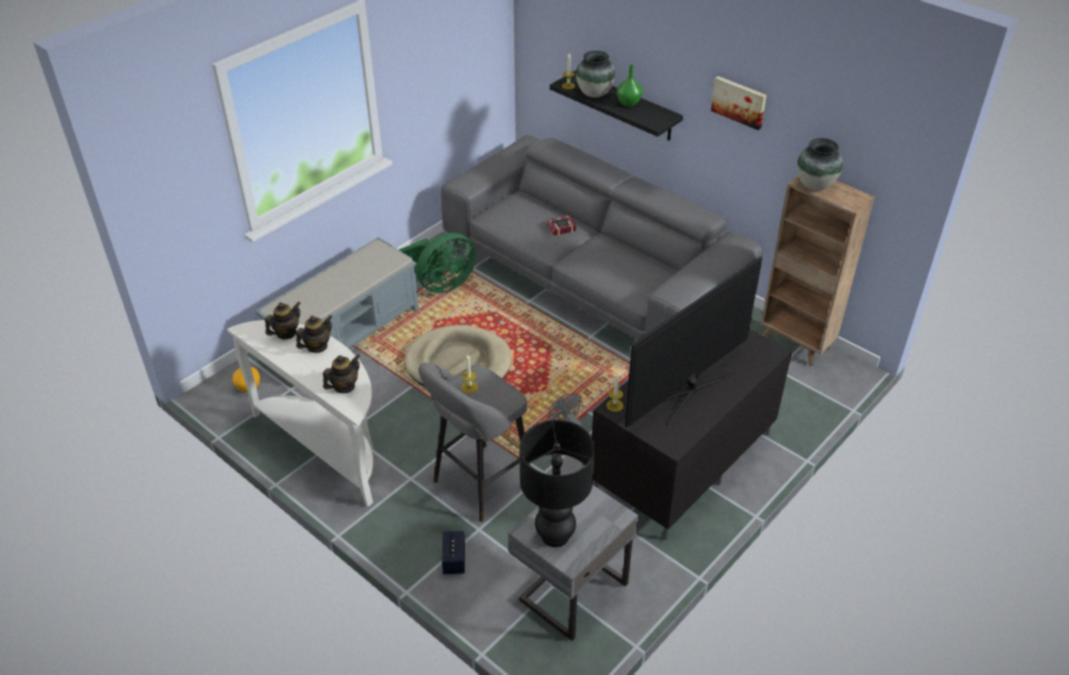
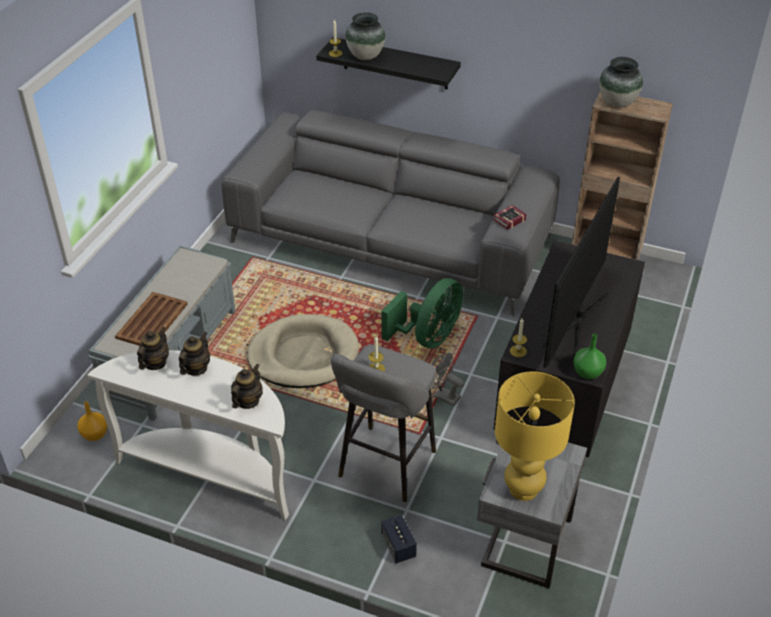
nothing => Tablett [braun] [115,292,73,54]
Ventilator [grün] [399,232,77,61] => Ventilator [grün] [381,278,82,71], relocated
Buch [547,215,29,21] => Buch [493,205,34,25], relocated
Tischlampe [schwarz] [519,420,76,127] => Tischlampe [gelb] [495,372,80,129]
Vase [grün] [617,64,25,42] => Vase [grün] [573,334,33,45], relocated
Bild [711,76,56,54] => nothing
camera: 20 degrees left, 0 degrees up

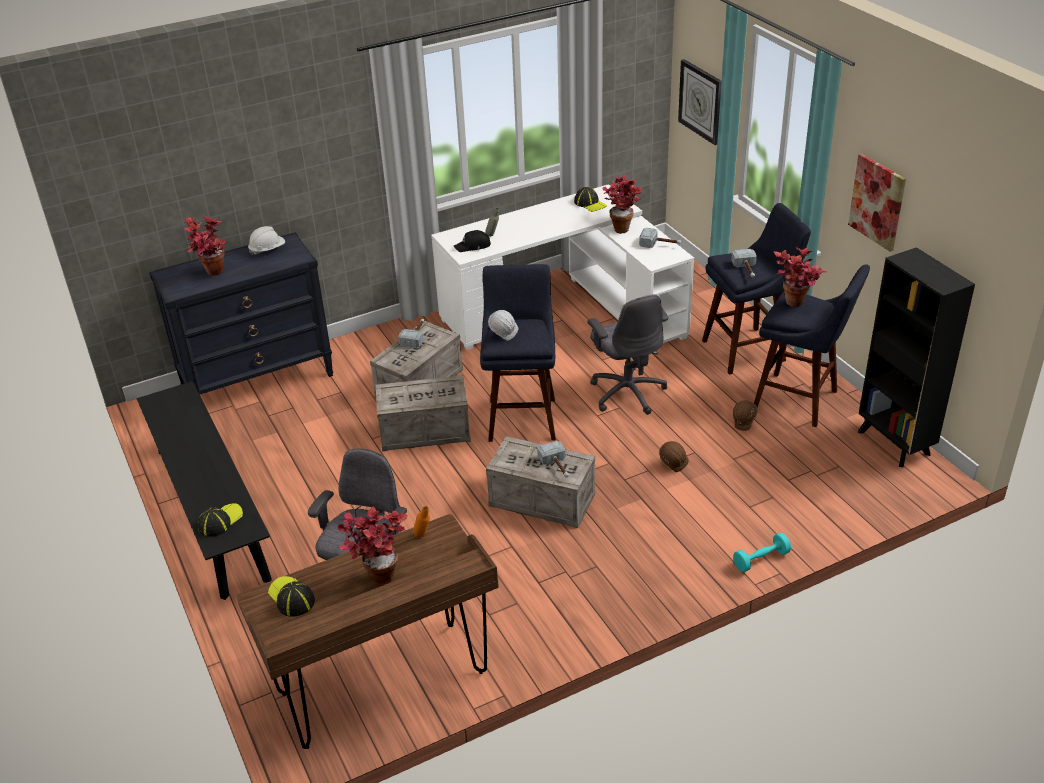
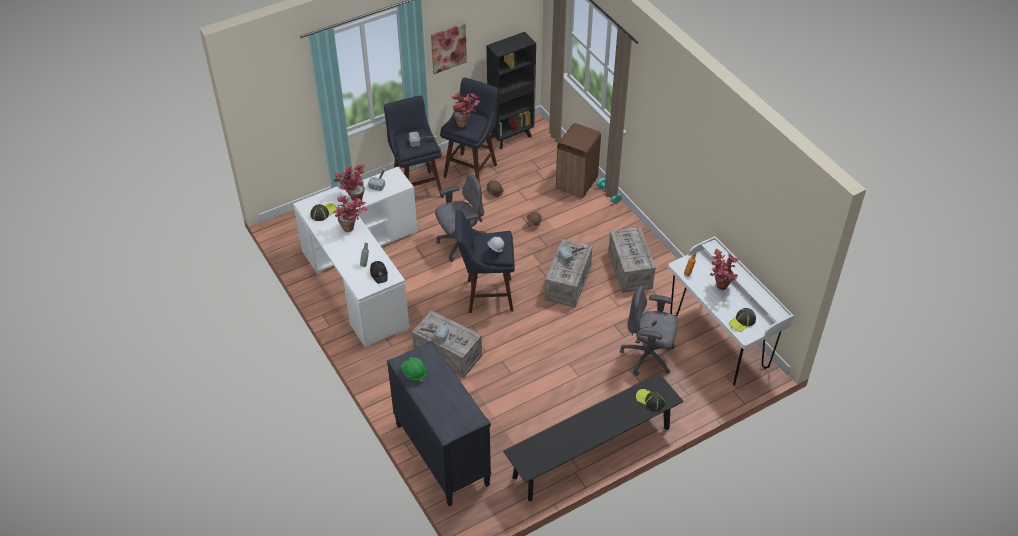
Topfpflanze [183,216,43,60] => Topfpflanze [333,195,34,37], relocated
Schutzhelm [weiß] [248,226,37,30] => Schutzhelm [grün] [401,357,26,25]
nothing => Mülleimer [braun] [556,123,45,75]
Kiste [376,375,95,77] => Kiste [608,227,48,66], relocated
Schreibtisch [braun] [237,514,262,235] => Schreibtisch [weiß] [668,236,126,149]
Wanduhr [678,59,44,86] => nothing
camera: 95 degrees left, 10 degrees up

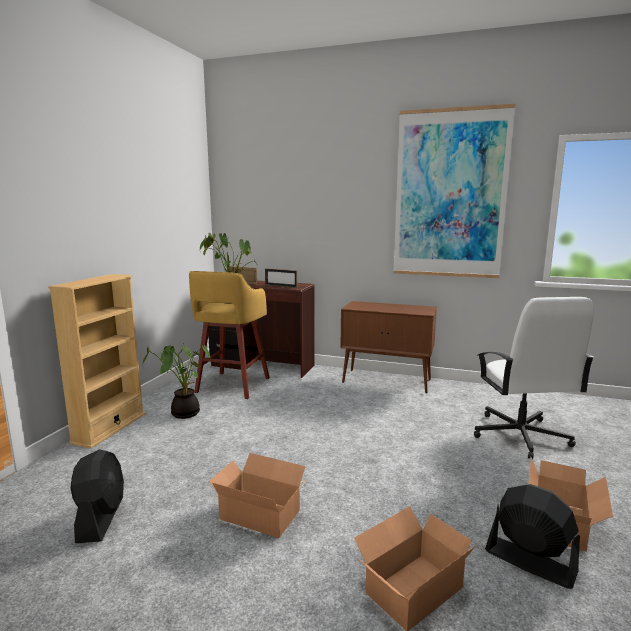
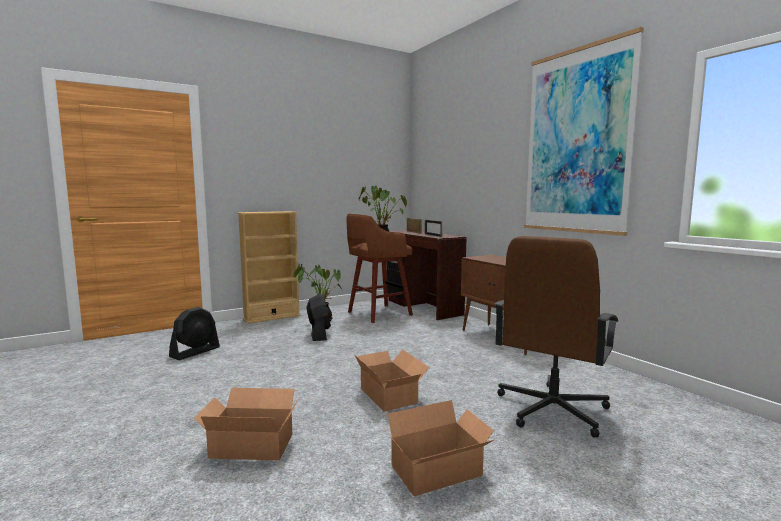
Ventilator [schwarz] [485,484,95,105] => Ventilator [schwarz] [306,294,25,47], relocated
Hocker [gelb] [189,271,81,128] => Hocker [braun] [347,214,66,109]
Karton [209,453,98,85] => Karton [355,349,74,63], relocated
Bürostuhl [weiß] [474,297,120,162] => Bürostuhl [braun] [495,236,123,202]
camera: 40 degrees right, 5 degrees down

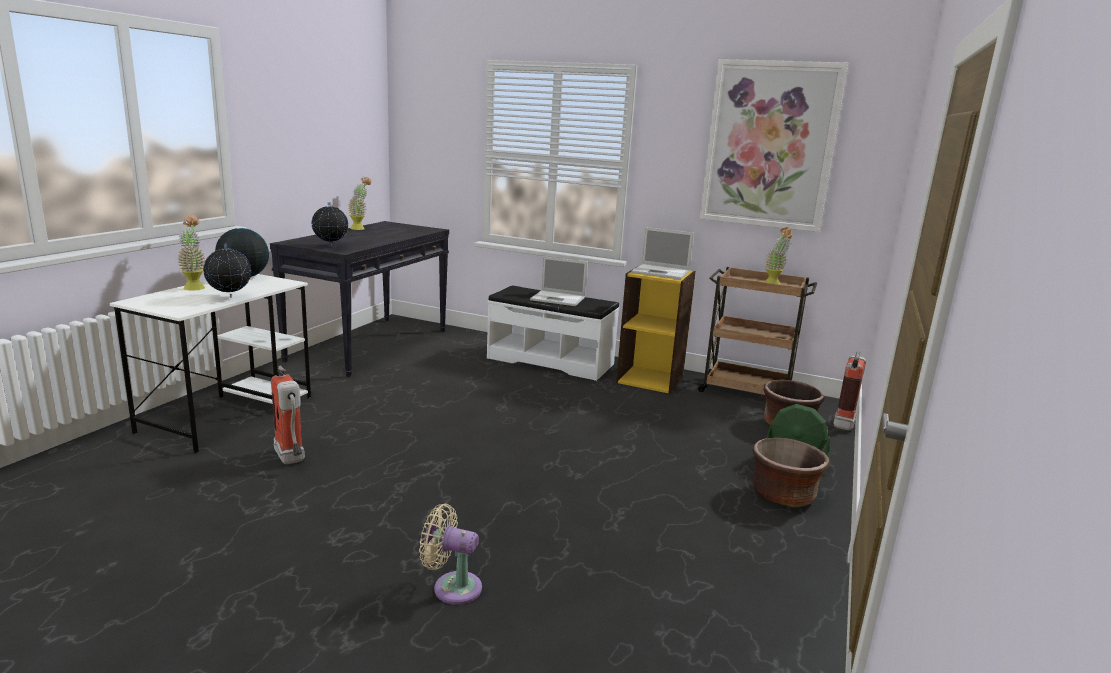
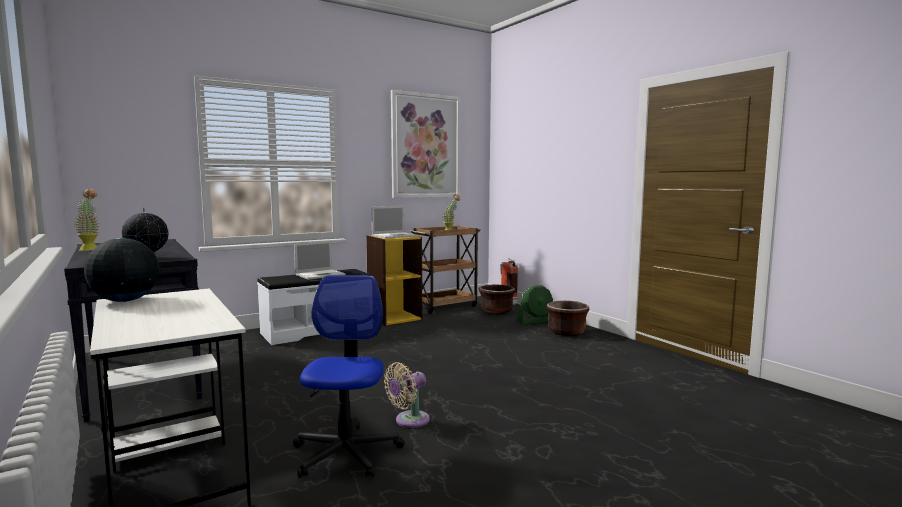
Feuerlöscher [271,366,34,98] => Bürostuhl [293,275,112,203]
Ventilator [beige] [419,504,63,101] => Ventilator [beige] [384,362,46,66], relocated
Topfpflanze [177,216,28,75] => nothing
Globus [203,243,48,55] => nothing
camera: 55 degrees left, 10 degrees down

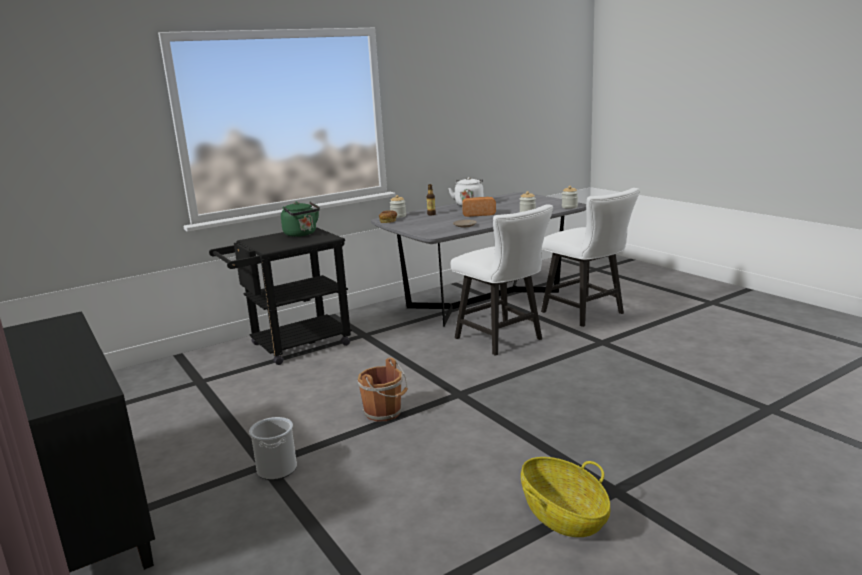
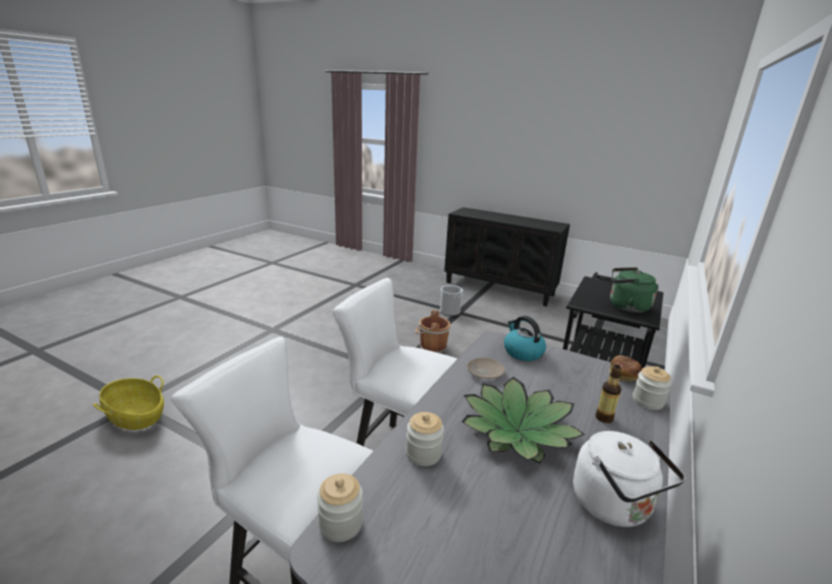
Korb [521,457,89,80] => Korb [93,376,71,54], relocated
Brot [462,197,34,20] => Topfpflanze [461,377,124,86]
nothing => Wasserkessel [504,316,42,45]
camera: 150 degrees right, 5 degrees up

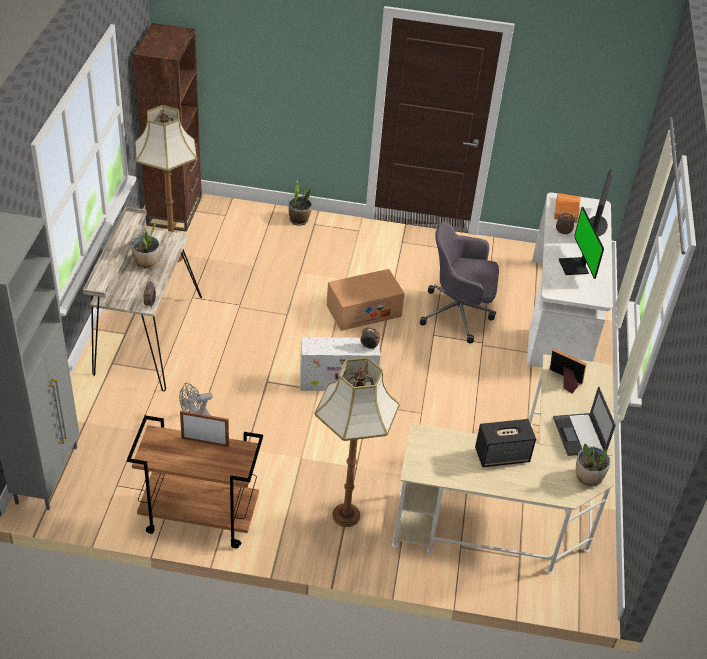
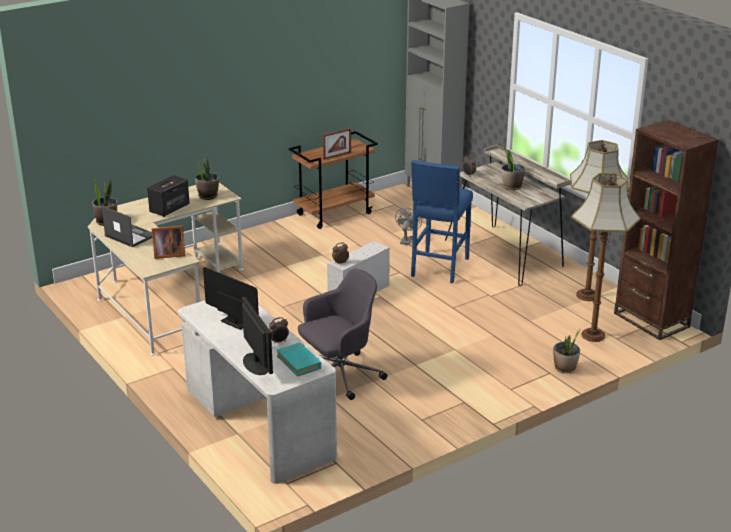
nothing => Topfpflanze [195,154,24,46]
Buch [orange] [554,193,27,30] => Buch [türkis] [277,342,44,35]
nothing => Hocker [blau] [411,160,62,123]
Stehlampe [315,357,85,170] => Stehlampe [571,173,70,169], relocated
Karton [326,269,79,62] => nothing
camera: 140 degrees right, 15 degrees down

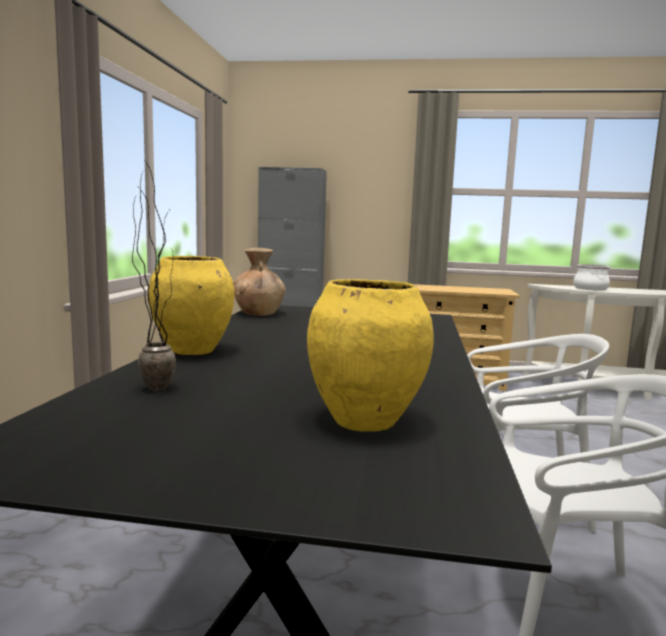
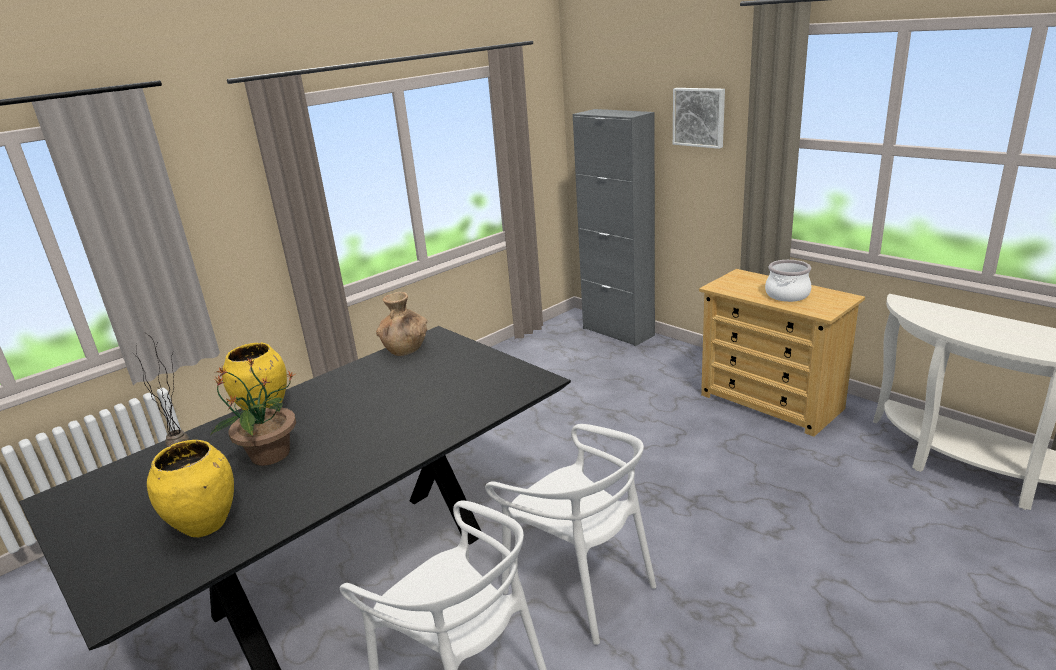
nothing => Topfpflanze [211,357,85,109]
nothing => Bild [673,88,52,61]
Kochtopf [573,264,37,27] => Kochtopf [765,260,47,42], relocated
camera: 40 degrees right, 15 degrees up

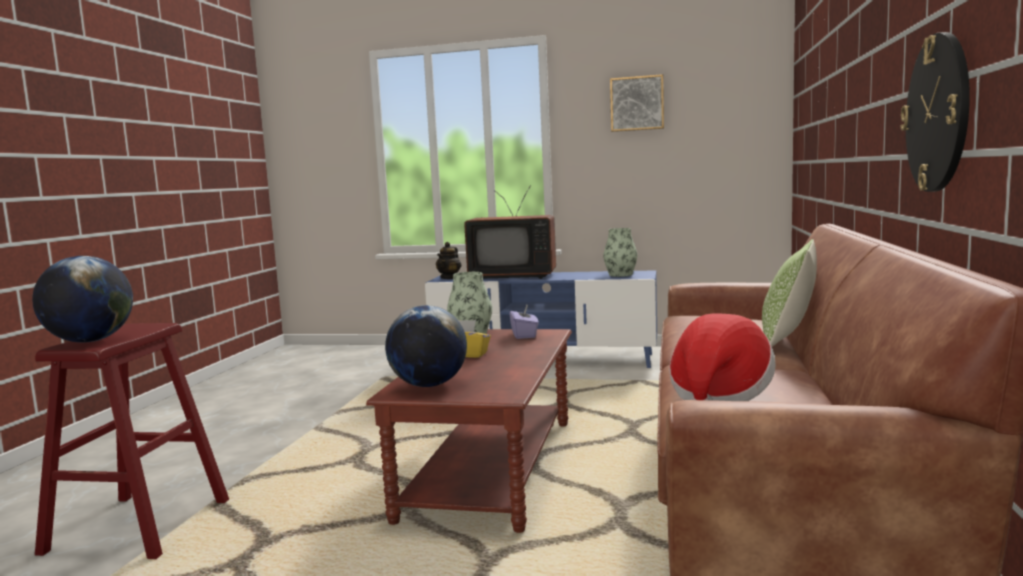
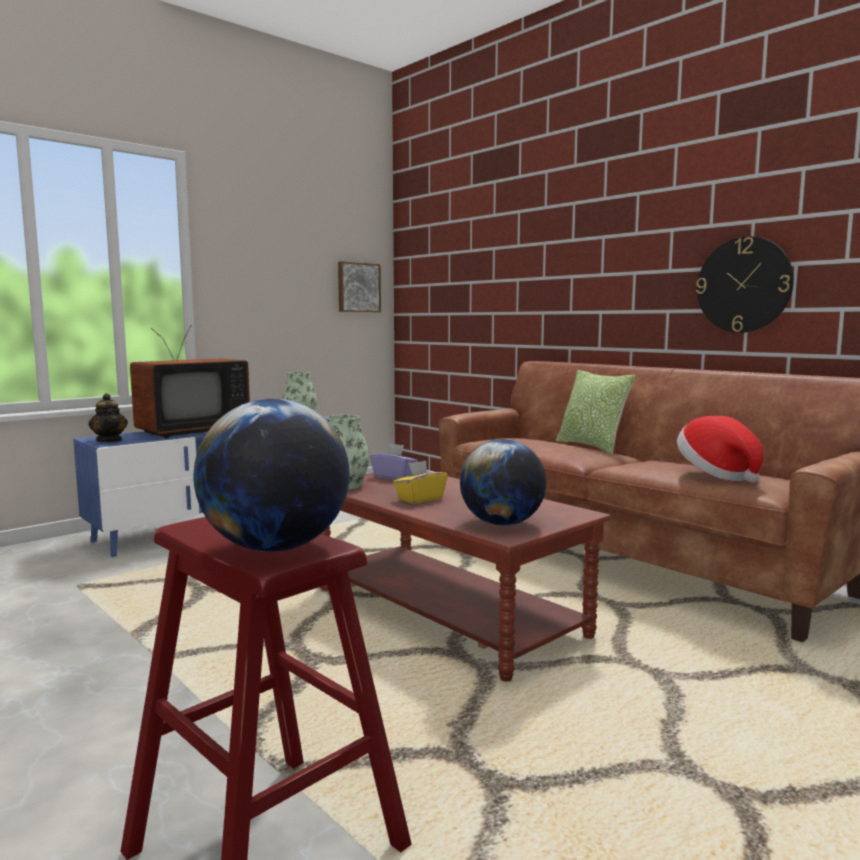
Bild [610,74,54,58] => Bild [338,261,43,51], relocated
camera: 55 degrees left, 0 degrees up

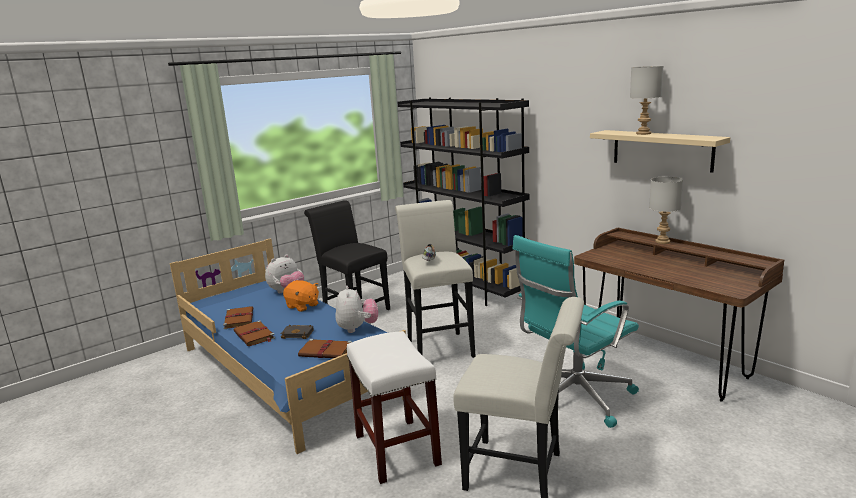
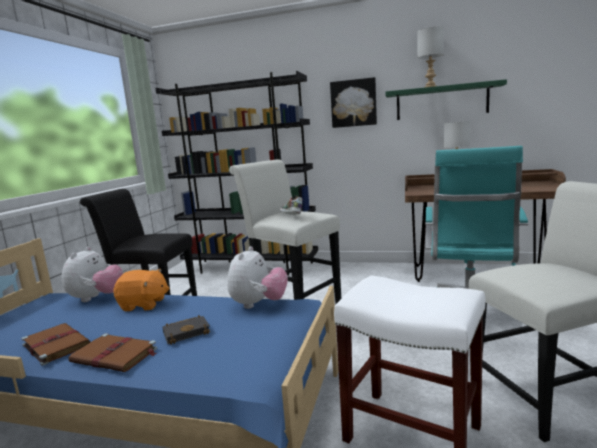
Plüschtier [336,286,42,47] => Plüschtier [227,246,61,63], 60 degrees clockwise
nothing => Bild [330,77,47,51]
Wandregal [beige] [590,130,140,43] => Wandregal [grün] [385,79,122,41]
Buch [braun] [298,339,54,19] => nothing
camera: 35 degrees left, 5 degrees down

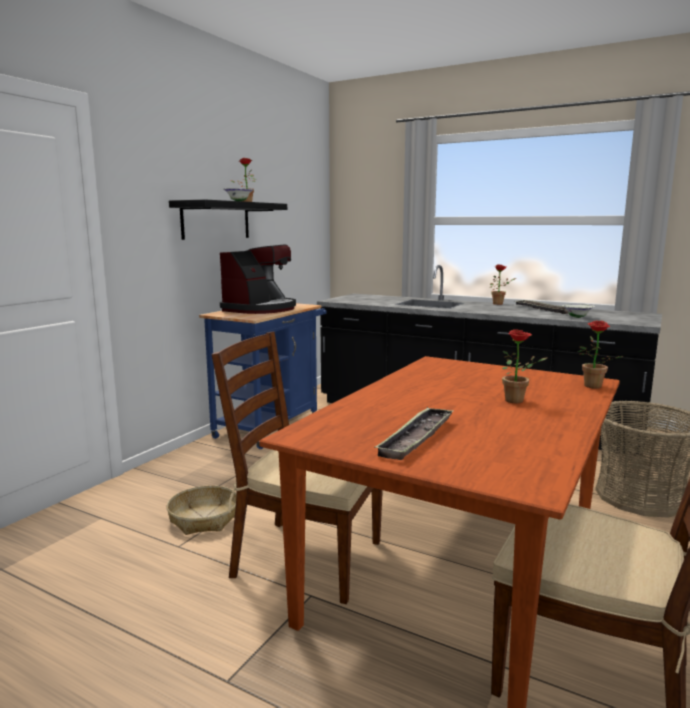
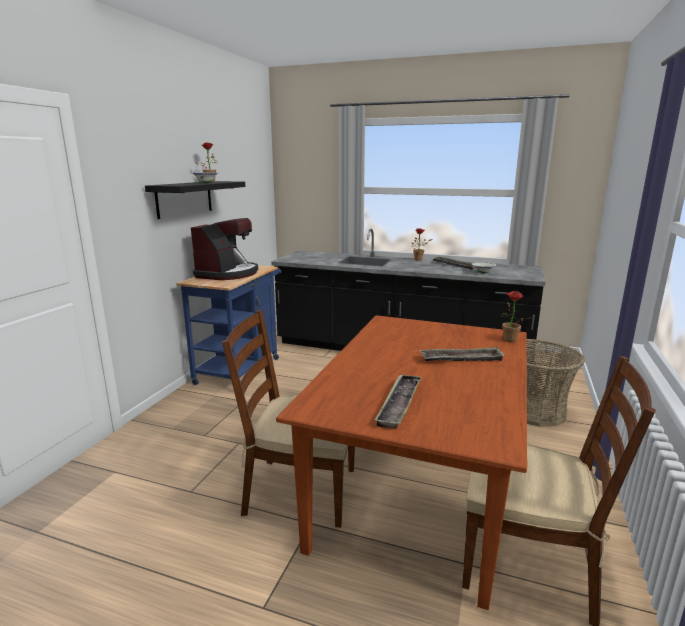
Topfpflanze [502,329,45,75] => Tablett [420,347,85,14]
Korb [167,485,70,50] => nothing
camera: 10 degrees left, 5 degrees up

